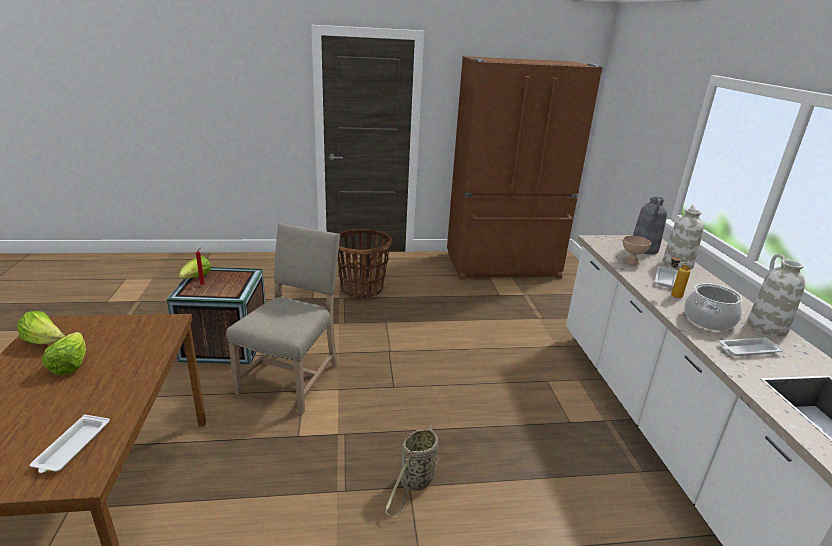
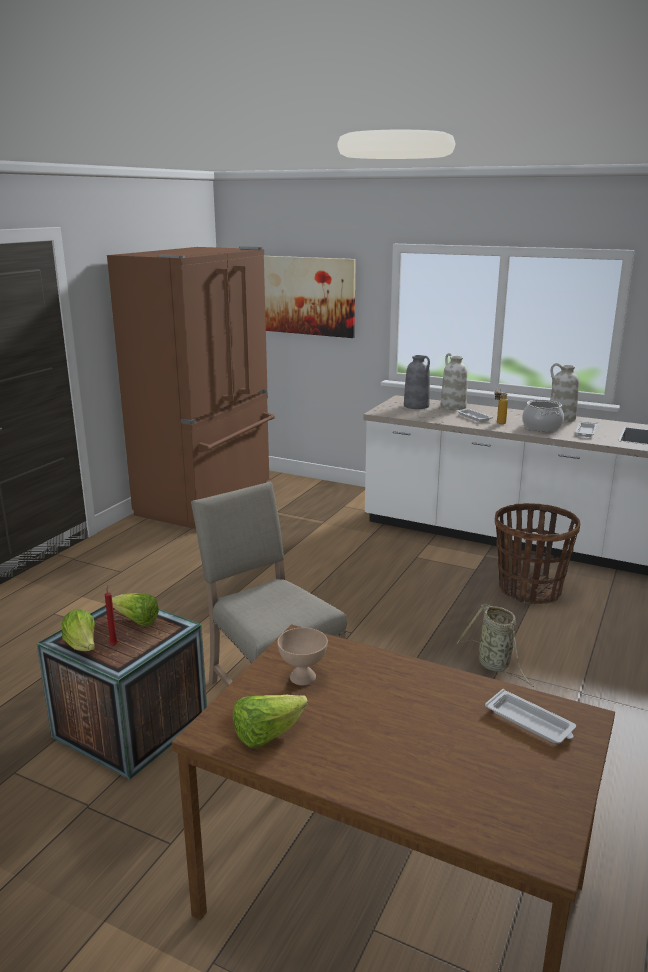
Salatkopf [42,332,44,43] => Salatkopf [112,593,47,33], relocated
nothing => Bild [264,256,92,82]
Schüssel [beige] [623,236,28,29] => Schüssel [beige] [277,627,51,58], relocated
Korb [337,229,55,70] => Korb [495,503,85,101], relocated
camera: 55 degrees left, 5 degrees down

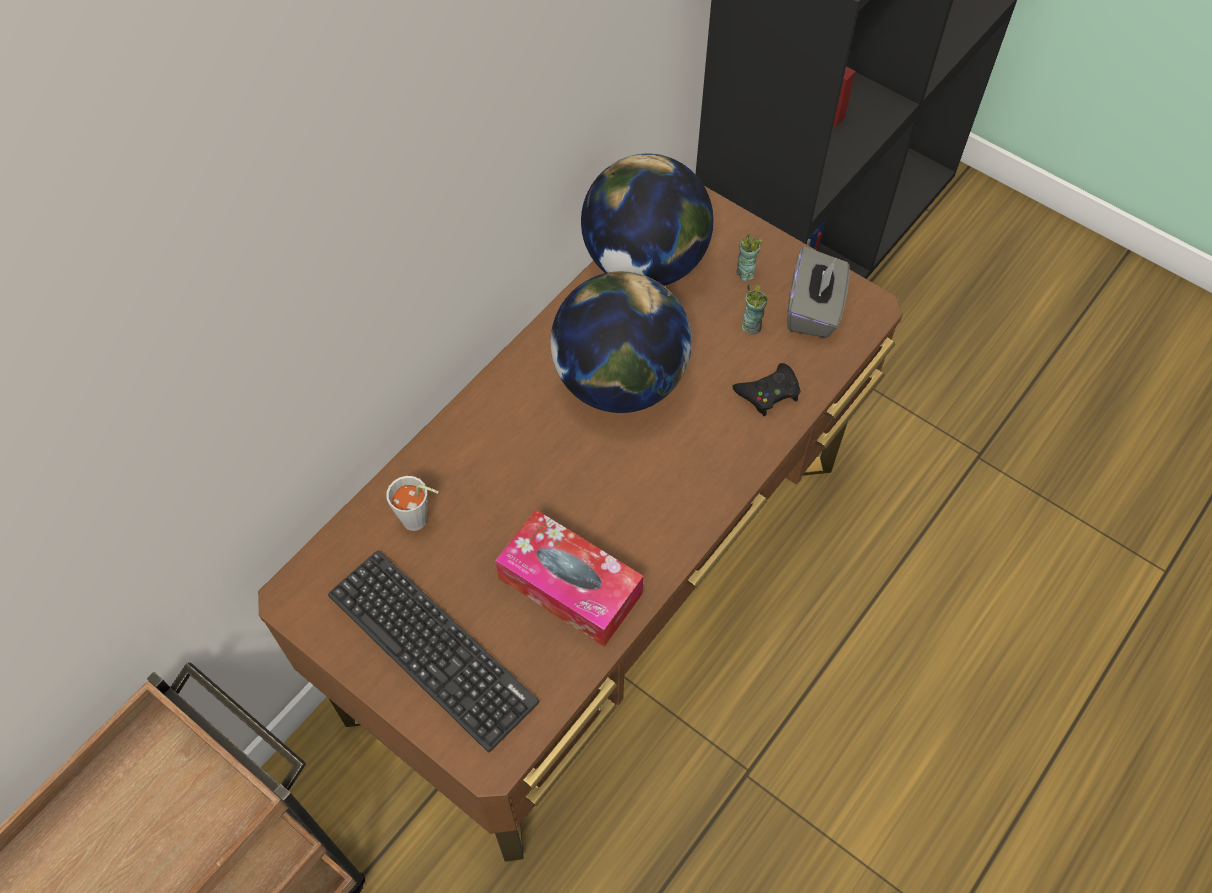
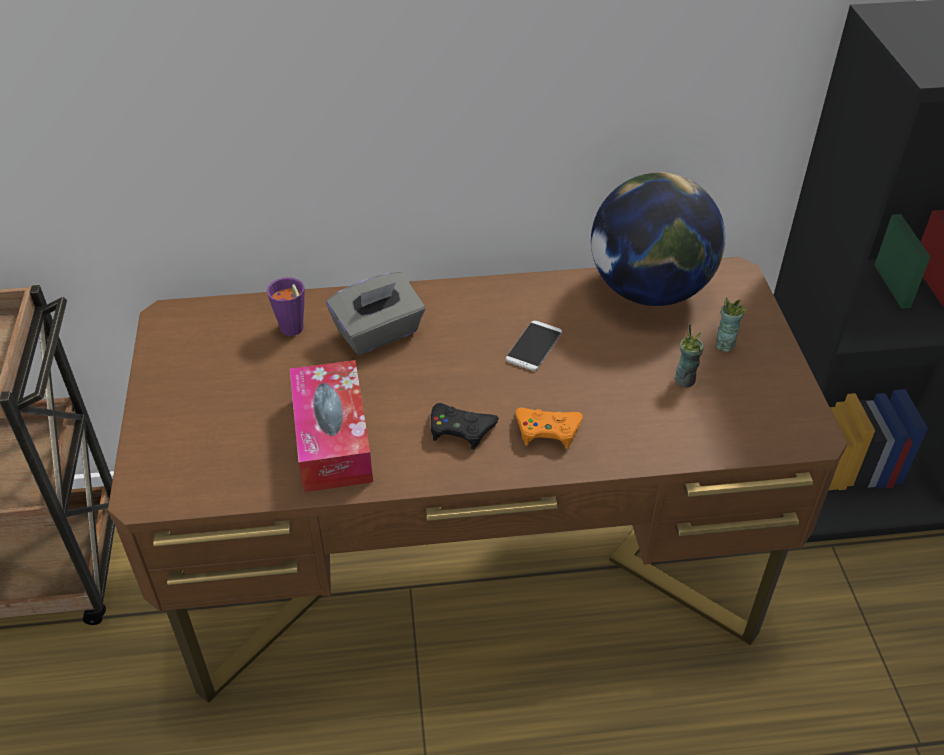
Tasse [grau] [386,476,53,55] => Tasse [lila] [267,277,38,59]
Taschentuchbox [grau] [787,247,63,91] => Taschentuchbox [grau] [327,272,98,83], relocated
Gamepad [schwarz] [732,363,69,53] => Gamepad [schwarz] [431,403,68,47], relocated
Globus [550,271,142,142] => Handy [506,321,56,50]
nothing => Gamepad [orange] [515,408,68,41]
Tastatur [328,551,211,201] => nothing
camera: 45 degrees right, 15 degrees down

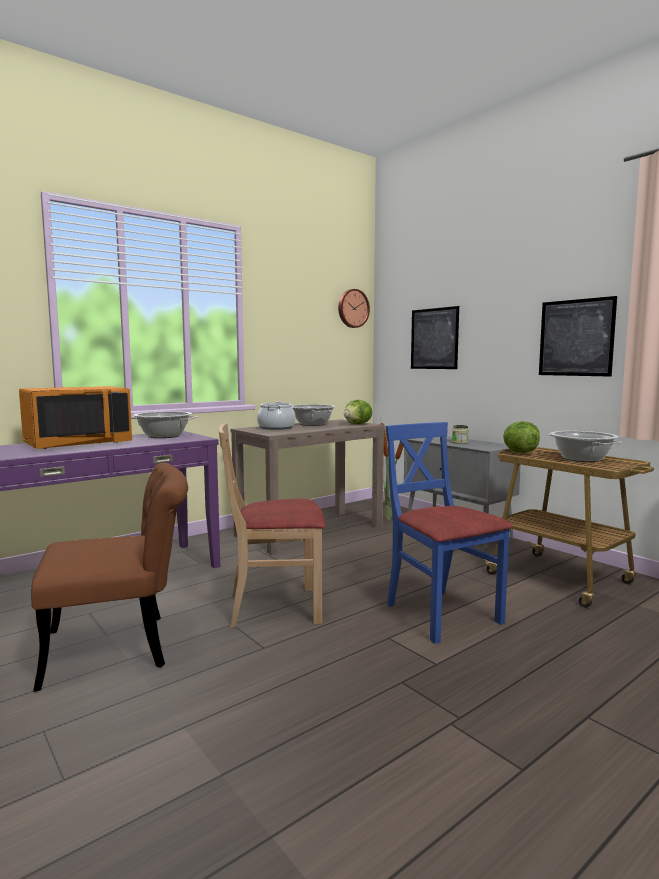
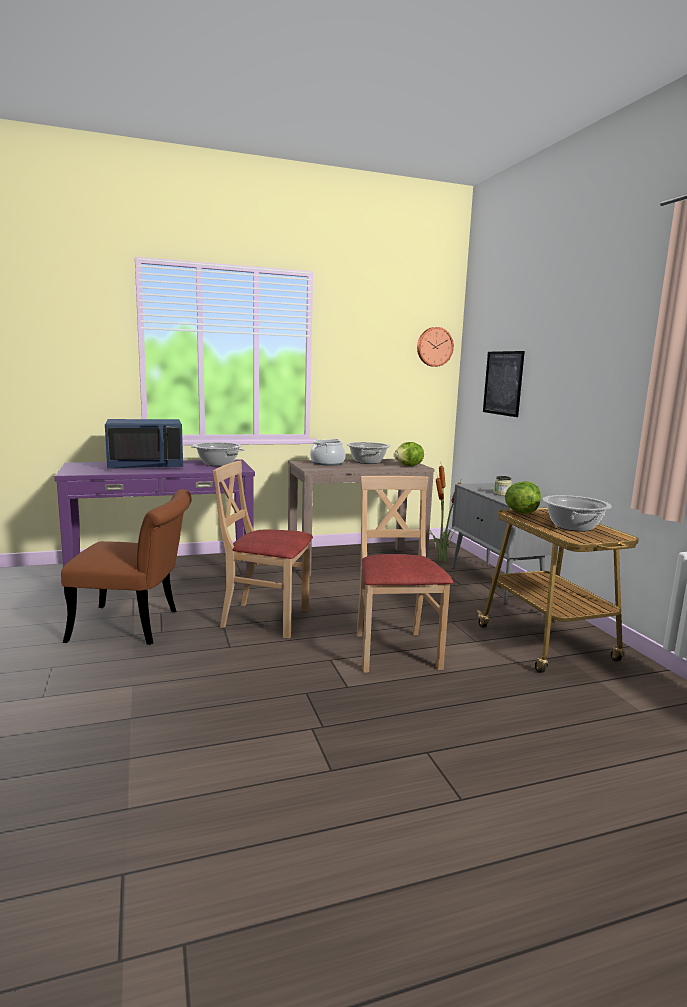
Mikrowelle [orange] [19,386,113,63] => Mikrowelle [blau] [105,419,78,50]
Stuhl [blau] [385,422,128,222] => Stuhl [beige] [357,476,96,197]
Bild [539,296,78,81] => nothing
camera: 20 degrees right, 5 degrees up

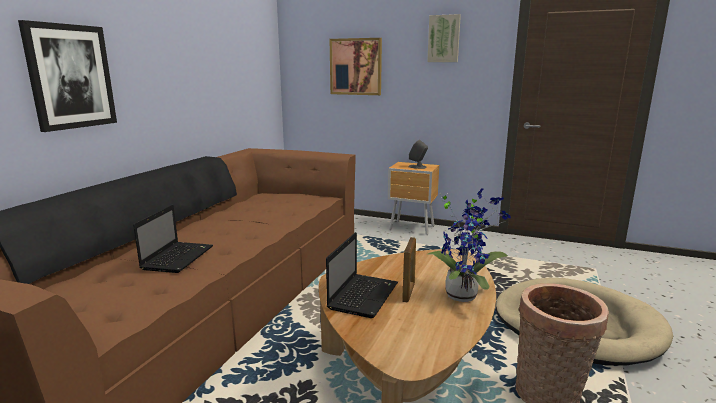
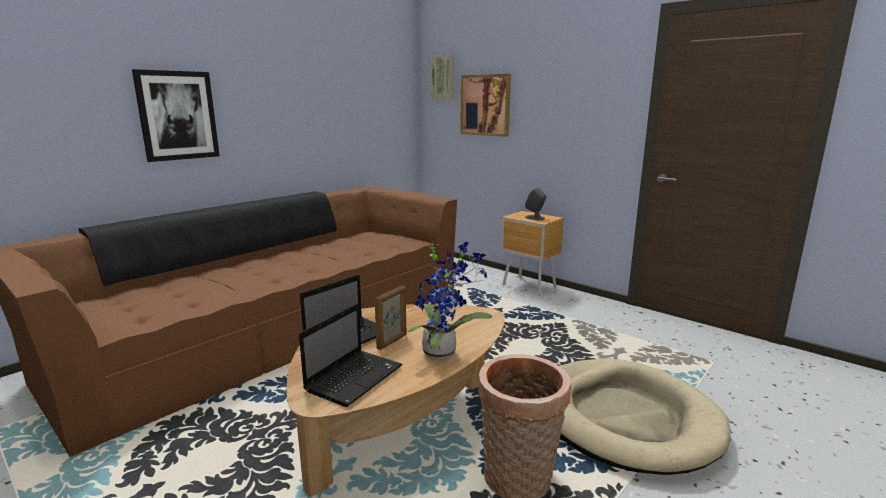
Laptop [133,204,80,69] => Laptop [299,303,103,104], relocated
Bild [427,14,34,48] => Bild [430,55,24,44], relocated
camera: 20 degrees right, 0 degrees up

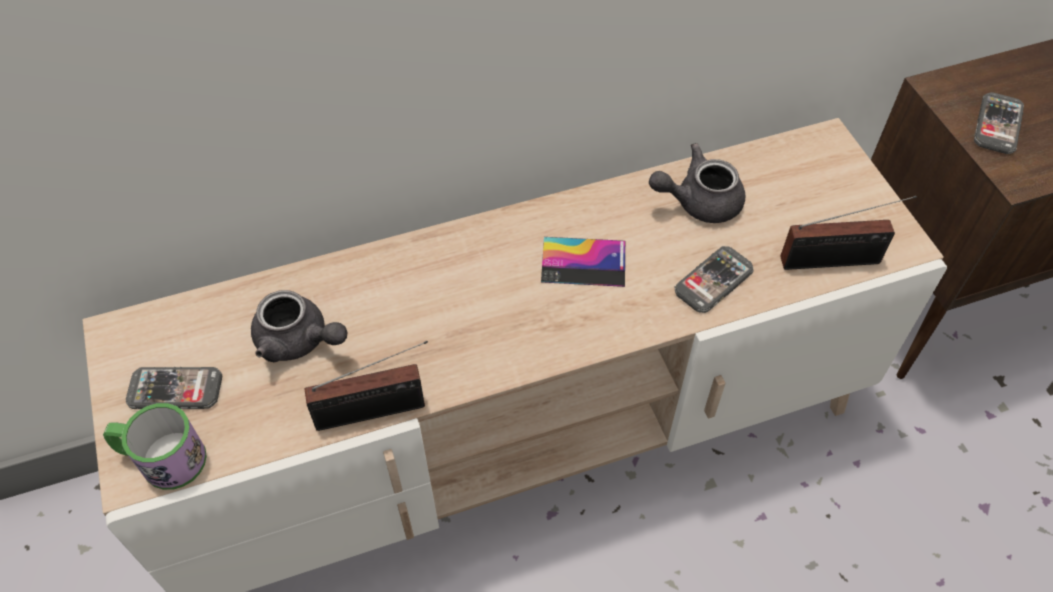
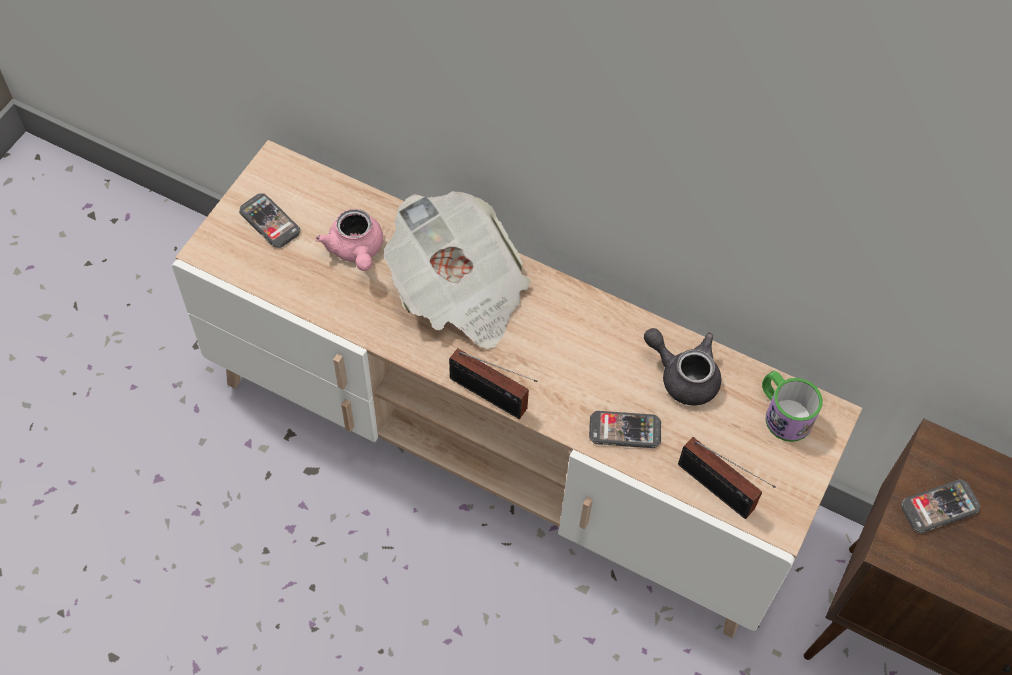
Teekanne [grau] [251,290,97,72] => Teekanne [rosa] [315,209,68,62]
nothing => Zeitung [384,191,147,158]
Radio [305,341,123,90] => Radio [449,348,88,71], relocated
Henkelbecher [103,403,104,87] => Henkelbecher [762,371,61,71], relocated
Handy [541,237,84,50] => nothing
camera: 45 degrees right, 5 degrees up

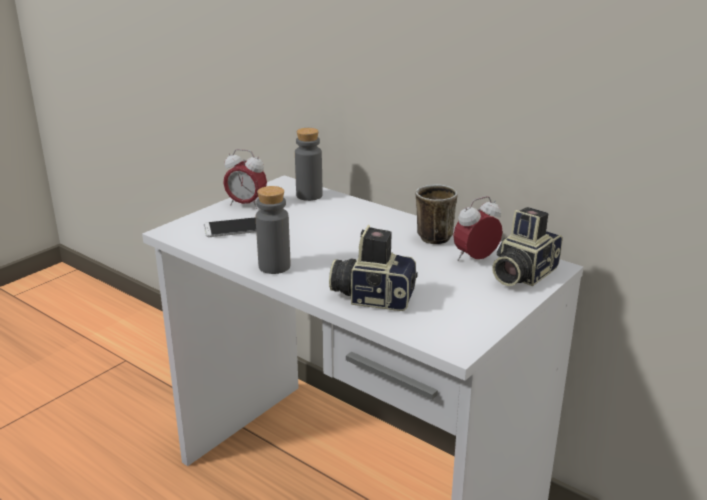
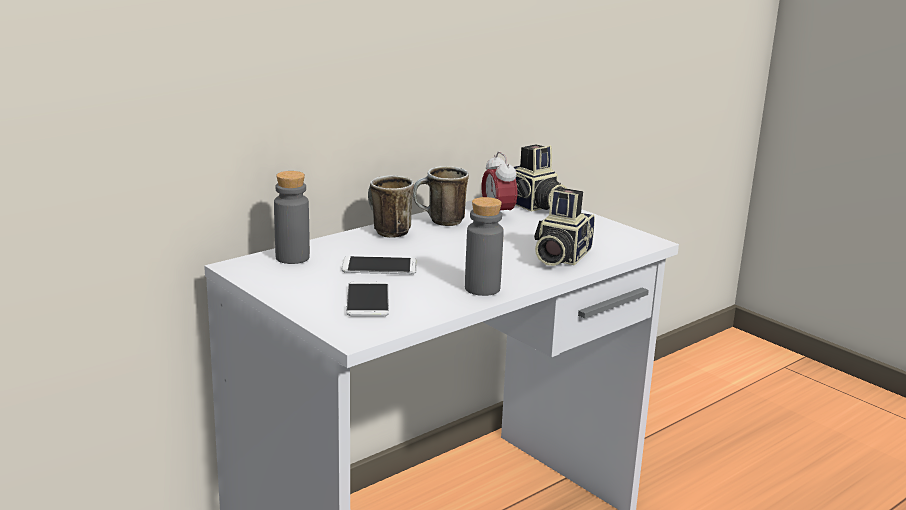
nothing => Handy [342,256,75,18]
nothing => Henkelbecher [368,175,46,63]
Wecker [223,149,44,60] => nothing
camera: 80 degrees left, 5 degrees down

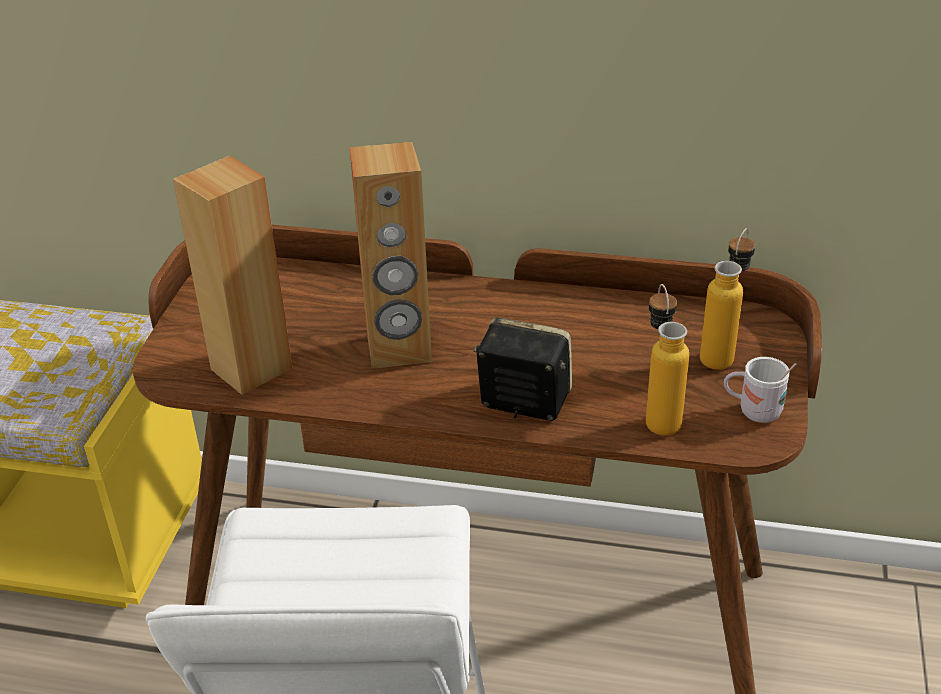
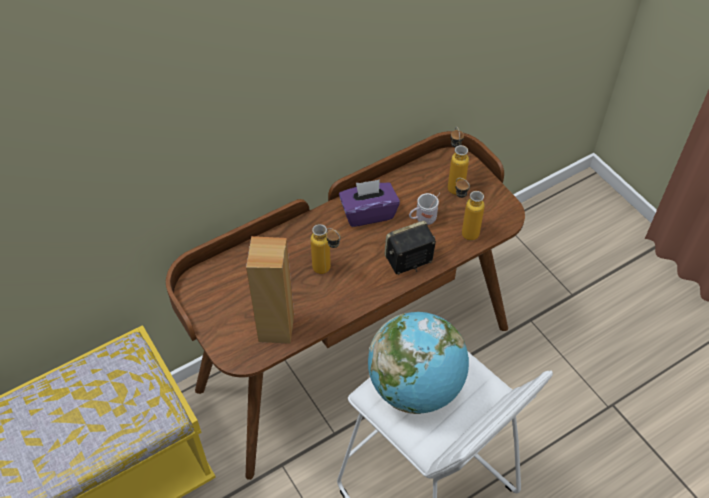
Lautsprecher [braun] [349,142,83,227] => Flasche [311,224,30,50]
nothing => Taschentuchbox [lila] [339,179,61,48]
nothing => Globus [368,312,101,102]
Henkelbecher [weiß] [724,357,72,66] => Henkelbecher [weiß] [409,193,31,32], relocated
camera: 45 degrees left, 15 degrees up

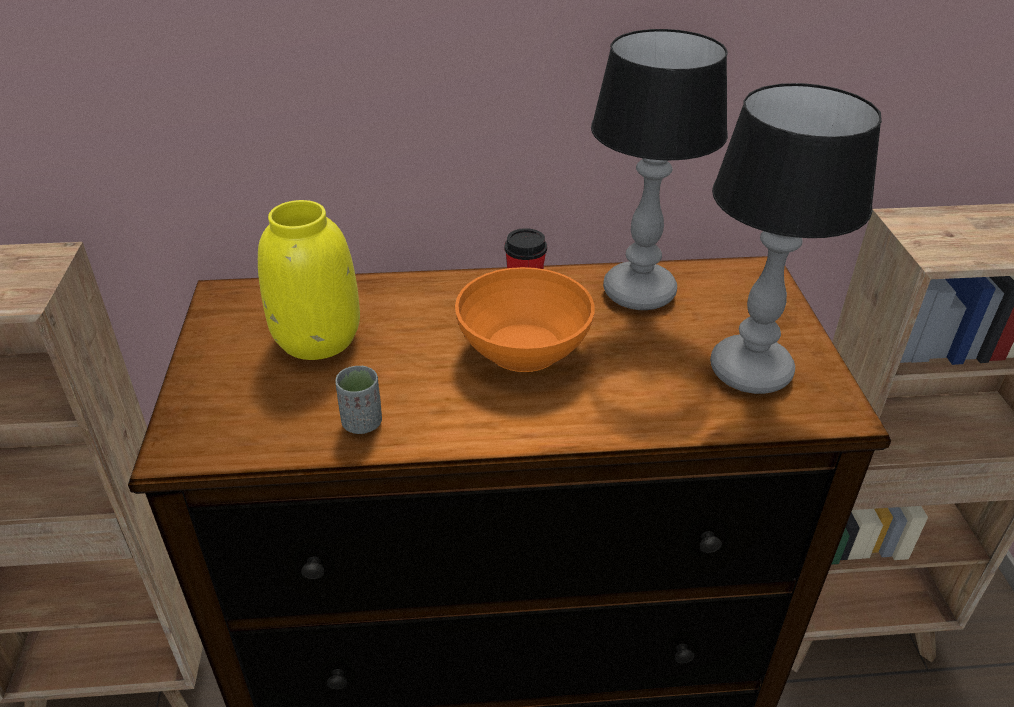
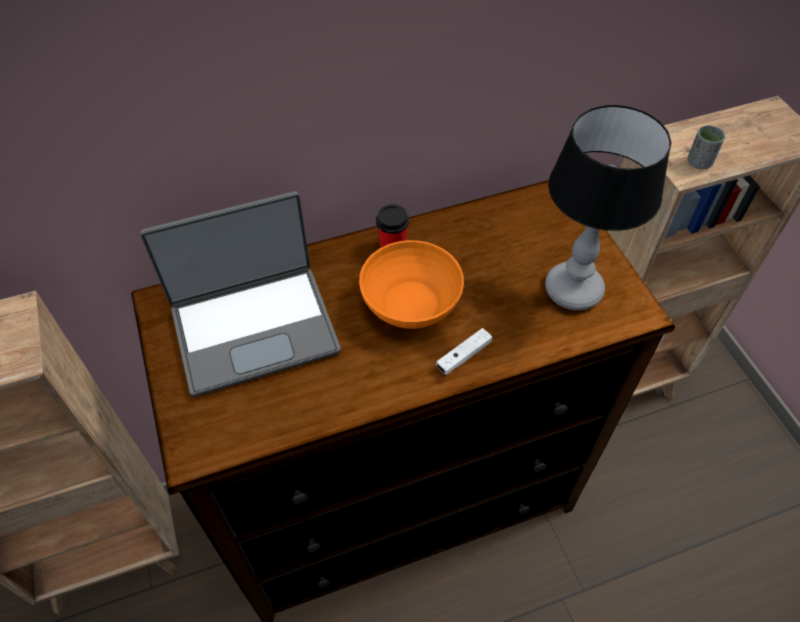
Vase [gelb] [258,200,102,160] => Laptop [140,191,201,206]
nothing => Gamepad [weiß] [436,328,56,47]
Tasse [grau] [335,366,47,68] => Tasse [grau] [687,125,38,44], relocated
Tischlampe [591,29,137,281] => nothing
camera: 15 degrees left, 15 degrees up

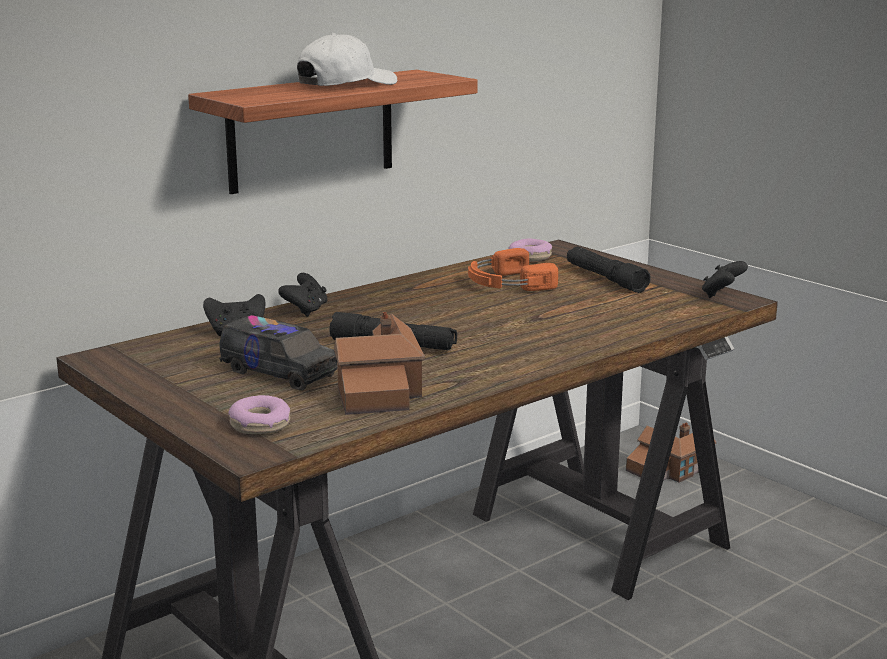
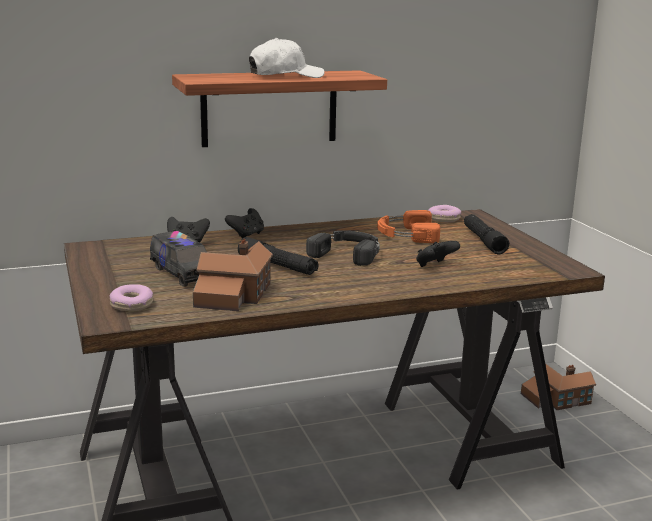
nothing => Kopfhörer [schwarz] [306,231,74,35]
Gamepad [schwarz] [702,261,46,37] => Gamepad [schwarz] [416,241,44,26], relocated
camera: 20 degrees right, 0 degrees up

